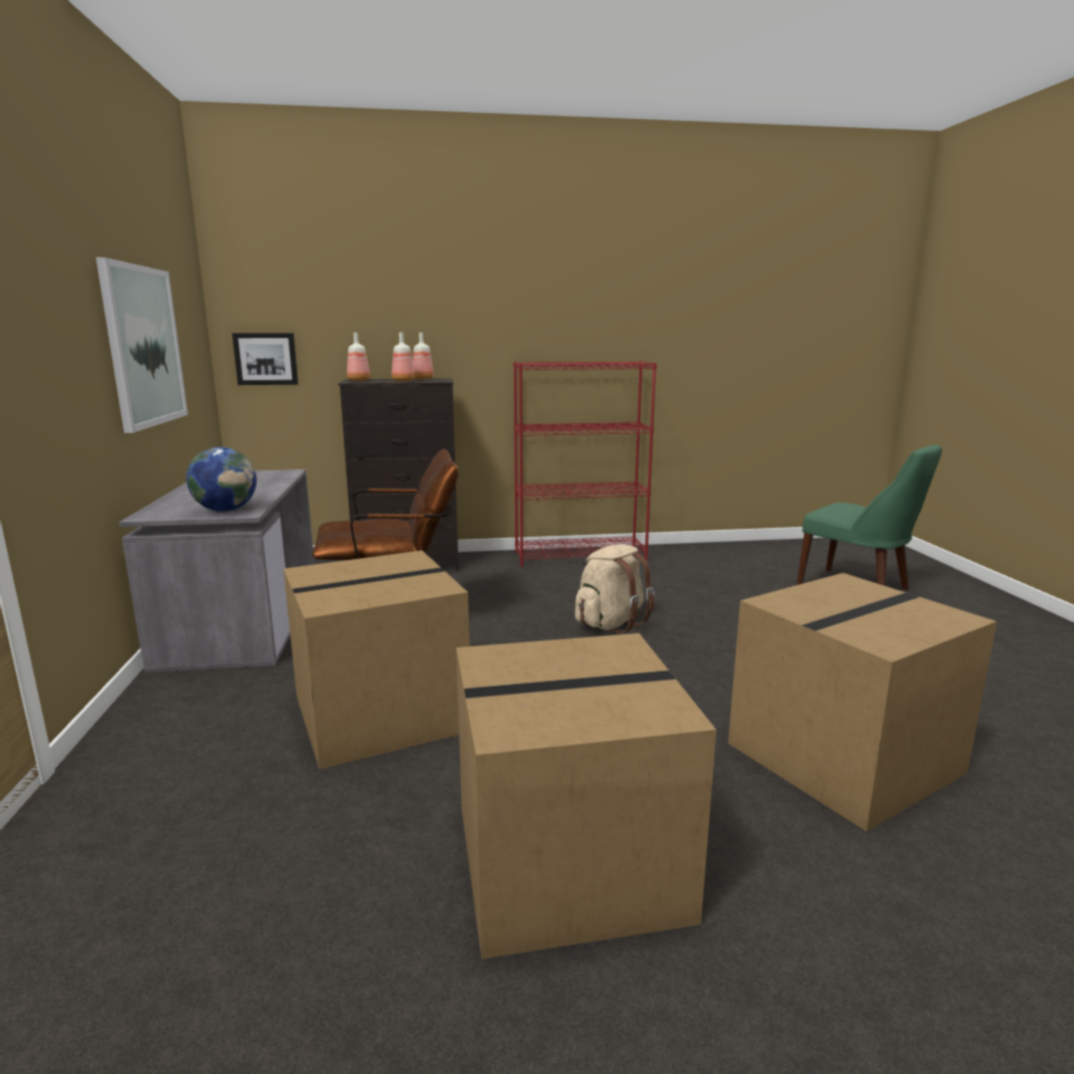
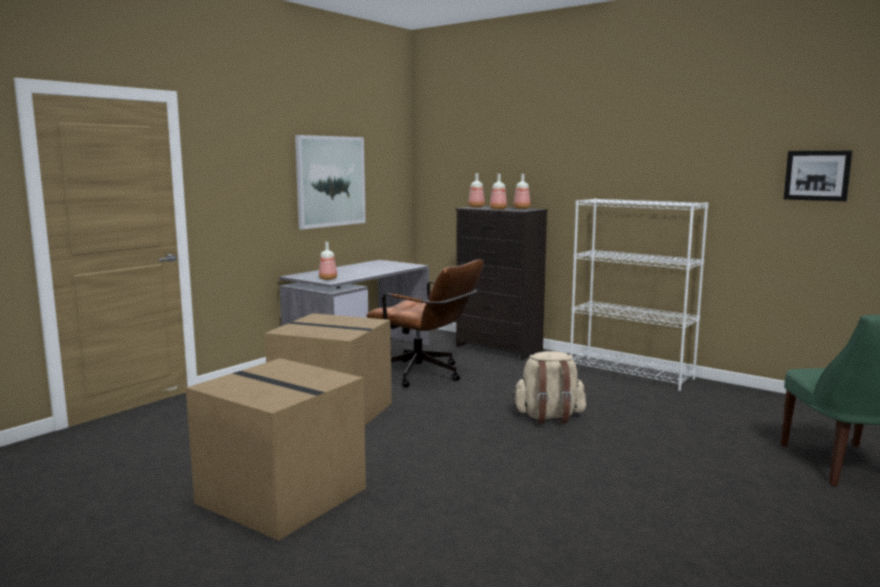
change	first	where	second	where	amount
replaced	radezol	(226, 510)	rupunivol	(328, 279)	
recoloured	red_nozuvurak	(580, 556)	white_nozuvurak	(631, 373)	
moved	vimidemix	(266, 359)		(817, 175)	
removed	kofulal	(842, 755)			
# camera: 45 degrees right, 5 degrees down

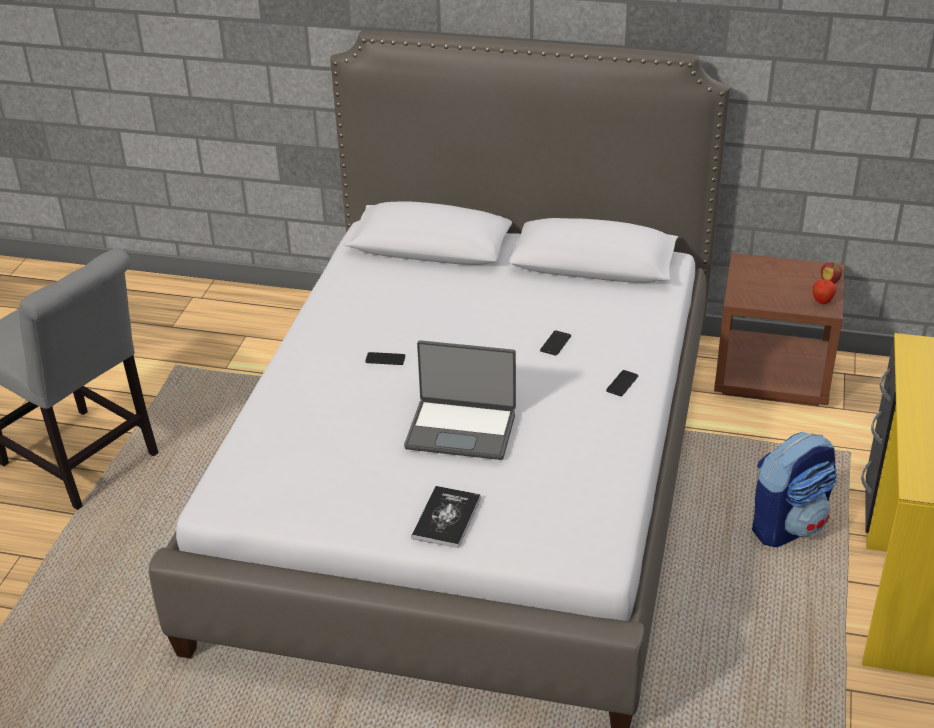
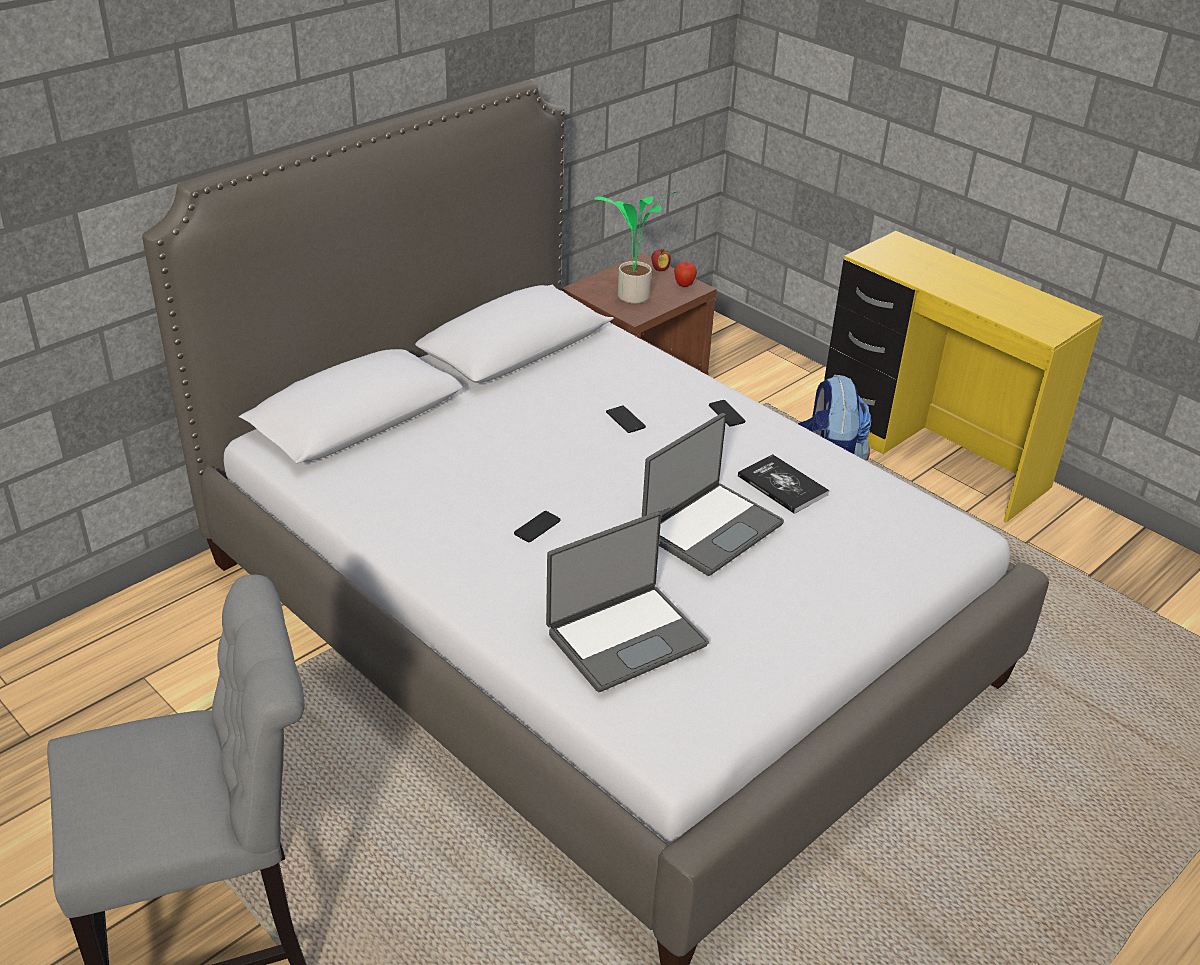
change	first	where	second	where	amount
added			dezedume	(625, 637)	
added			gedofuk	(632, 297)	
moved	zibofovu	(446, 518)		(782, 485)	
# camera: 60 degrees left, 0 degrees up

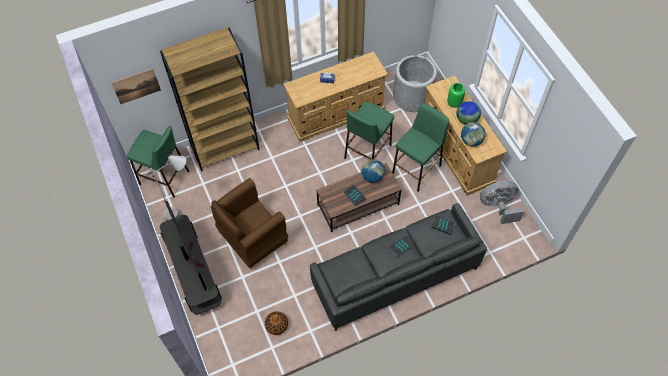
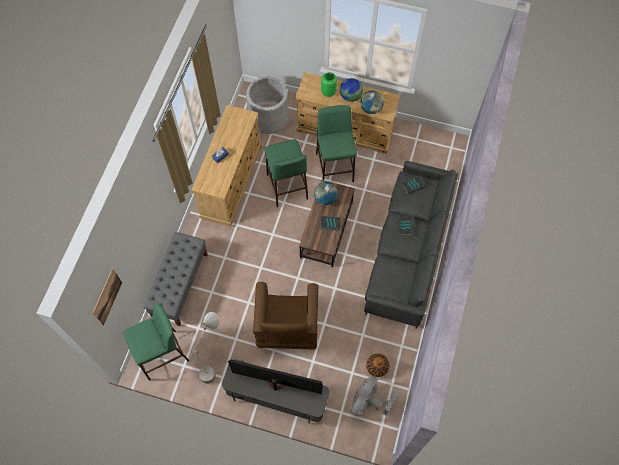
change	first	where	second	where	amount
replaced	brown_nozuvurak	(225, 148)	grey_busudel	(180, 285)	
moved	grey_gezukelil	(498, 207)		(368, 401)	
# camera: 50 degrees left, 5 degrees up

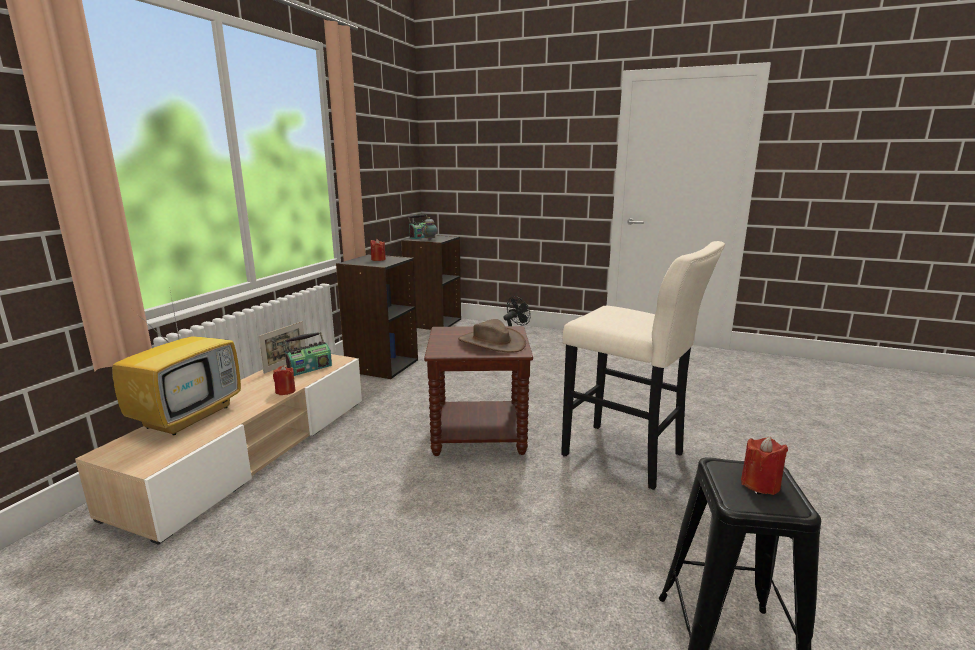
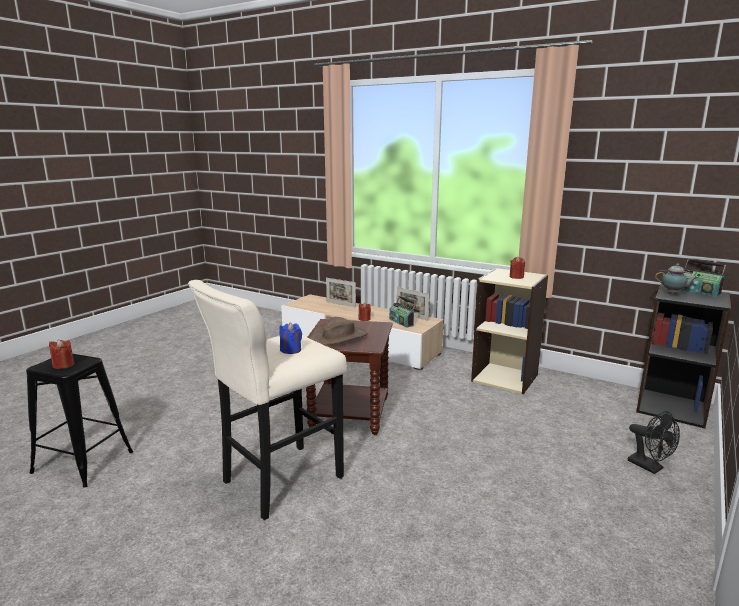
change	first	where	second	where	amount
added			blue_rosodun	(291, 350)	
replaced	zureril	(189, 416)	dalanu	(341, 304)	
recoloured	black_nozuvurak	(381, 365)	beige_nozuvurak	(505, 377)	
# camera: 100 degrees right, 0 degrees up

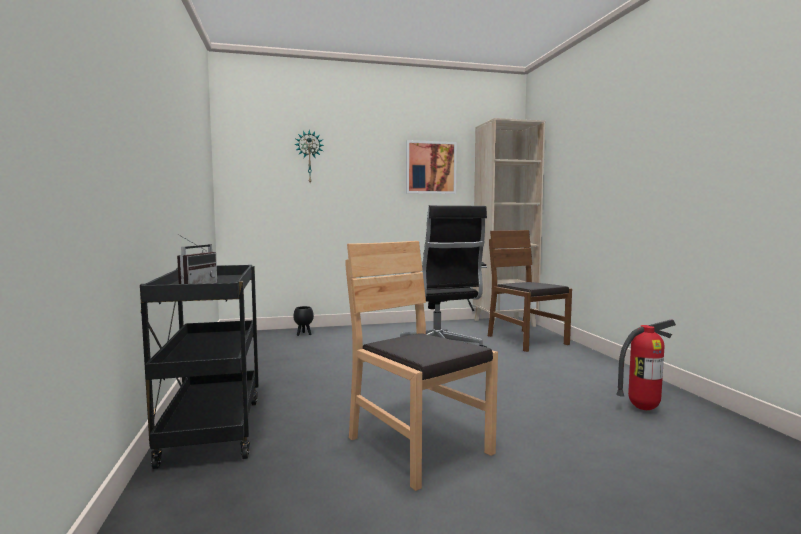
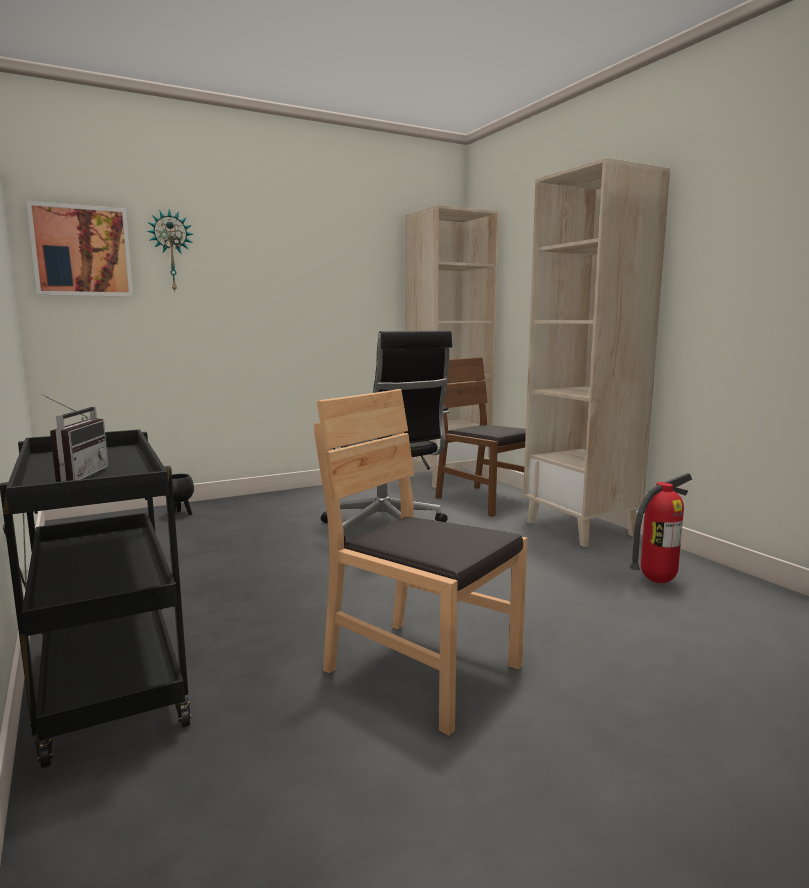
change	first	where	second	where	amount
moved	vimidemix	(430, 167)		(82, 251)	
added			beige_nozuvurak	(581, 528)	
# camera: 15 degrees left, 5 degrees up

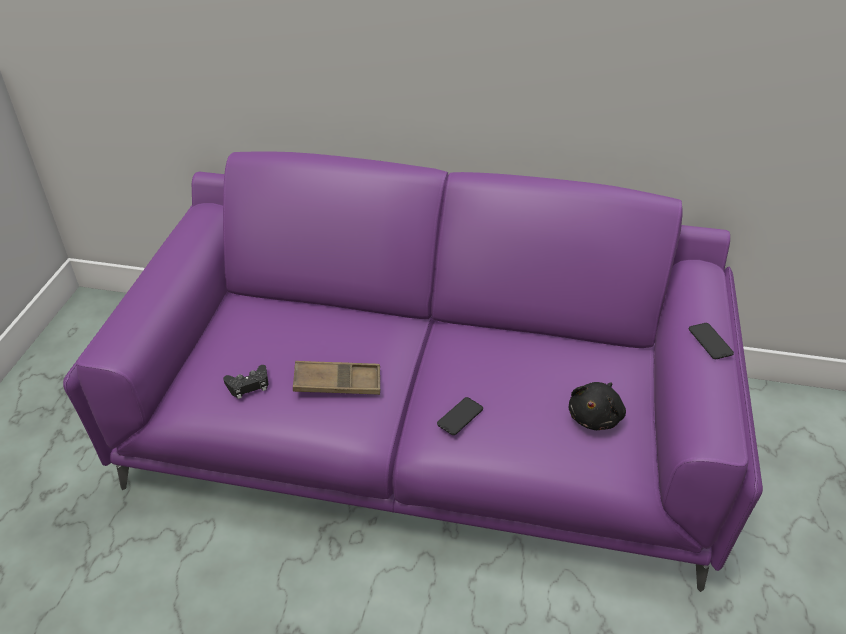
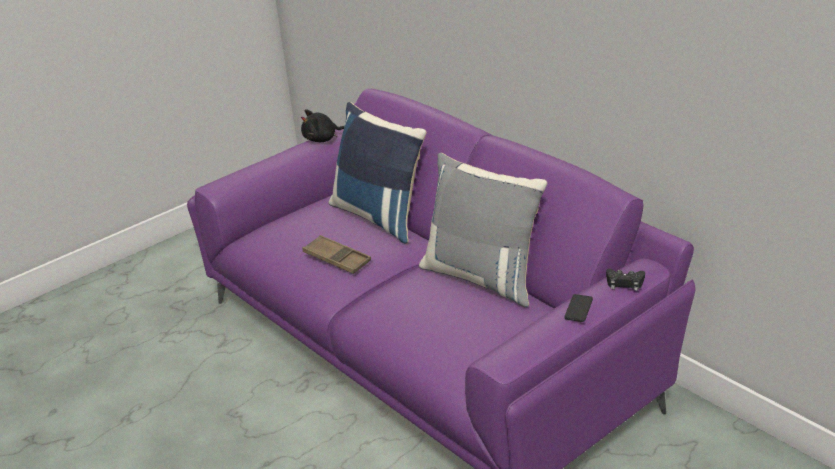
change	first	where	second	where	amount
moved	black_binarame	(595, 416)		(322, 139)	
added			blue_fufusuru	(381, 216)	
added			grey_fufusuru	(483, 277)	
moved	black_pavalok	(248, 385)		(624, 283)	
removed	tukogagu	(460, 416)			
# camera: 40 degrees right, 10 degrees down

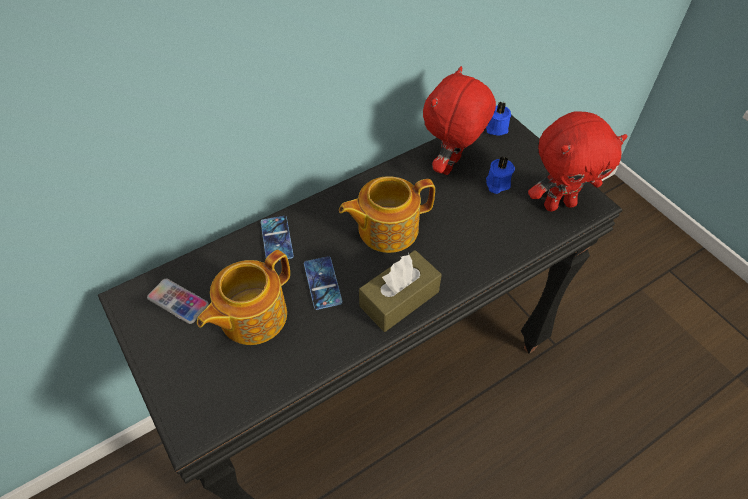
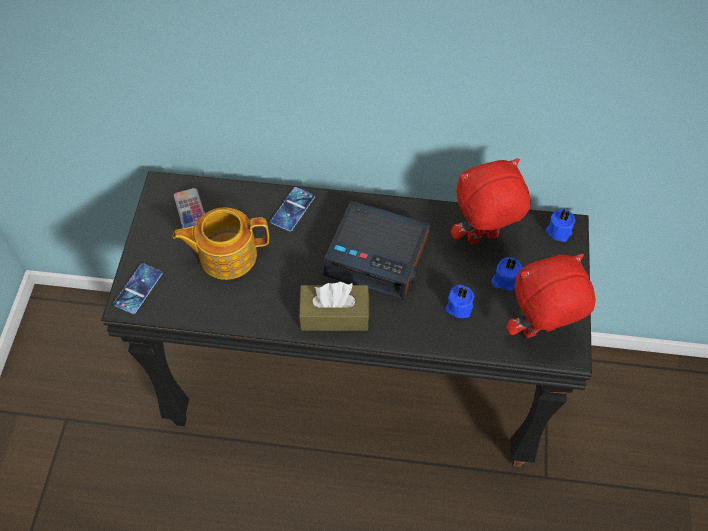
change	first	where	second	where	amount
moved	tukogagu	(322, 283)		(138, 288)	
replaced	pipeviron	(386, 228)	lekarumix	(378, 256)	
added			blue_rosodun	(459, 306)	
turned	red_binarame	(559, 204)		(539, 332)	135 degrees clockwise
# camera: 40 degrees right, 5 degrees up

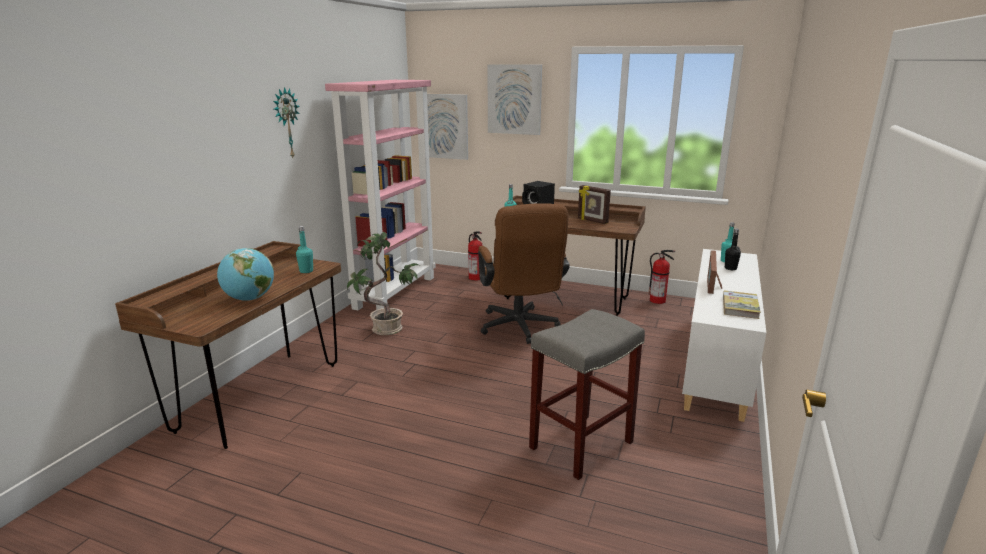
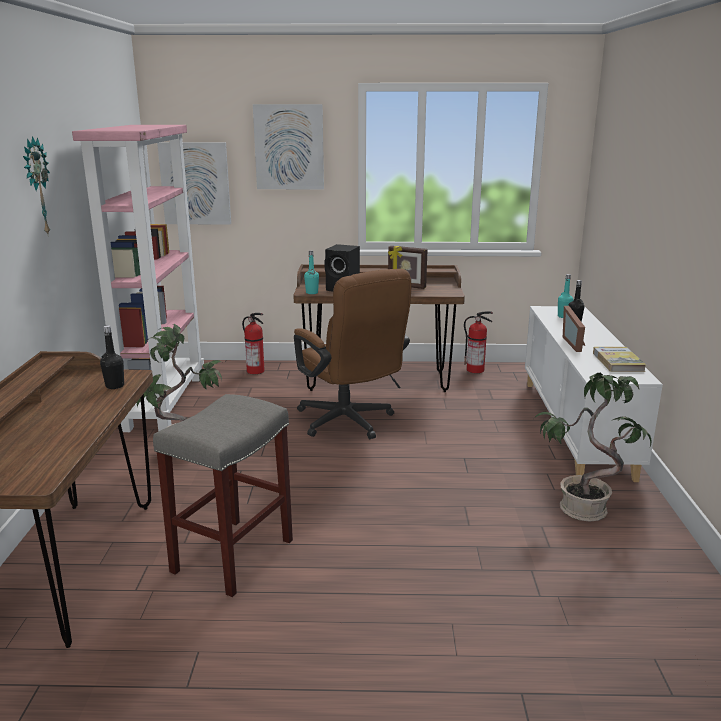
change	first	where	second	where	amount
recoloured	turquoise_rupunivol	(306, 271)	black_rupunivol	(115, 386)	
moved	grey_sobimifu	(581, 446)		(232, 557)	
added			gedofuk	(584, 508)	
removed	radezol	(249, 299)			
# camera: 20 degrees left, 0 degrees up

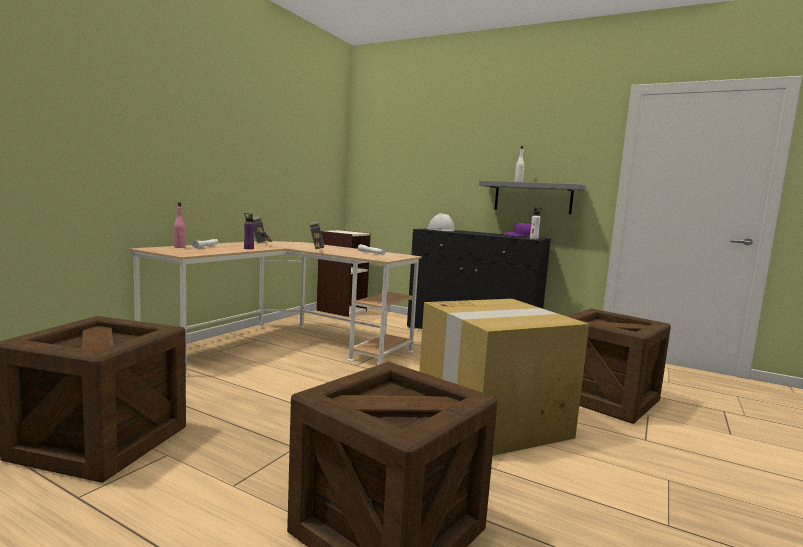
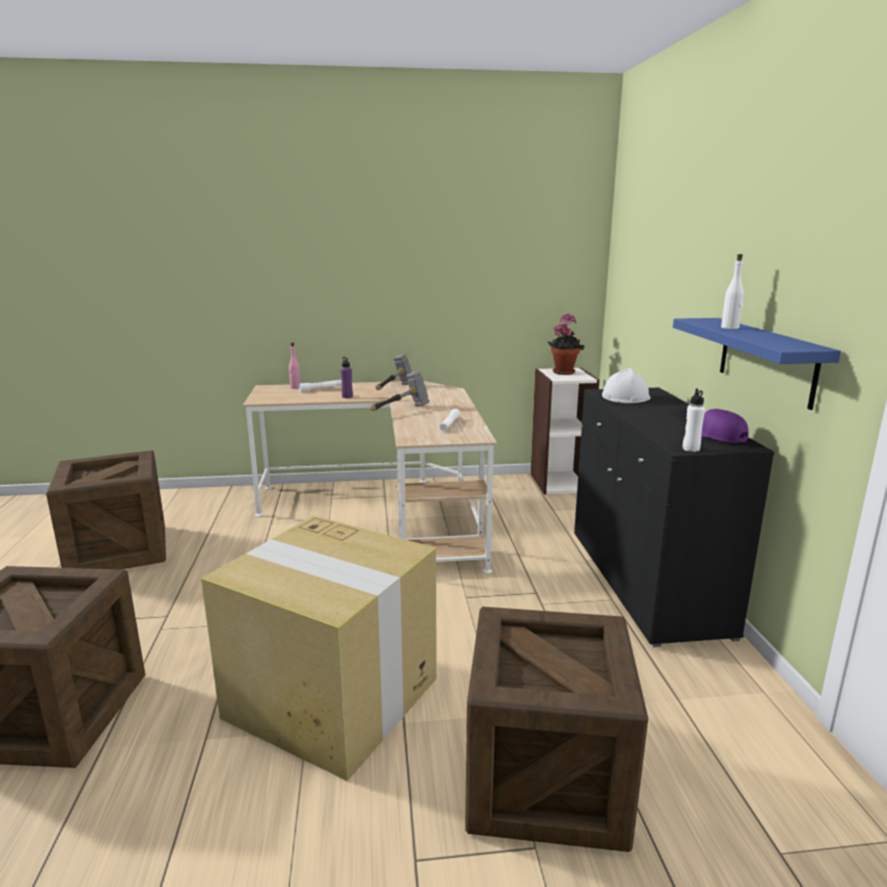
change	first	where	second	where	amount
added			gedofuk	(564, 372)	
recoloured	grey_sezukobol	(533, 197)	blue_sezukobol	(766, 360)	
# camera: 55 degrees right, 10 degrees up

